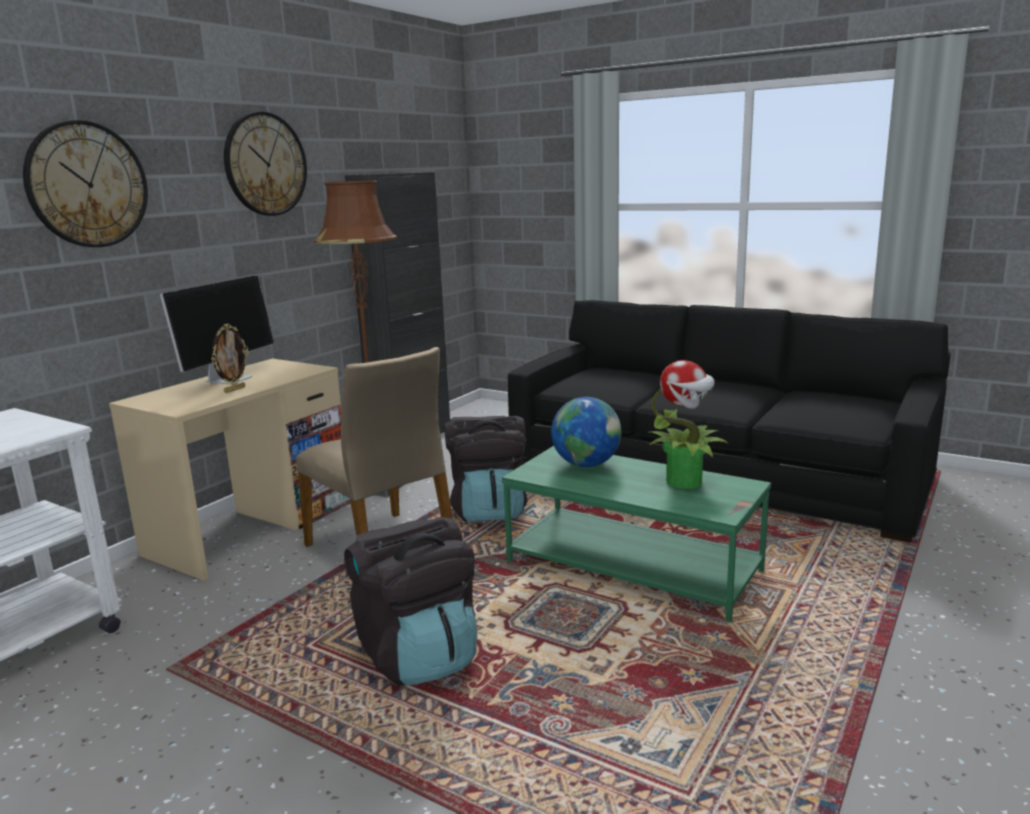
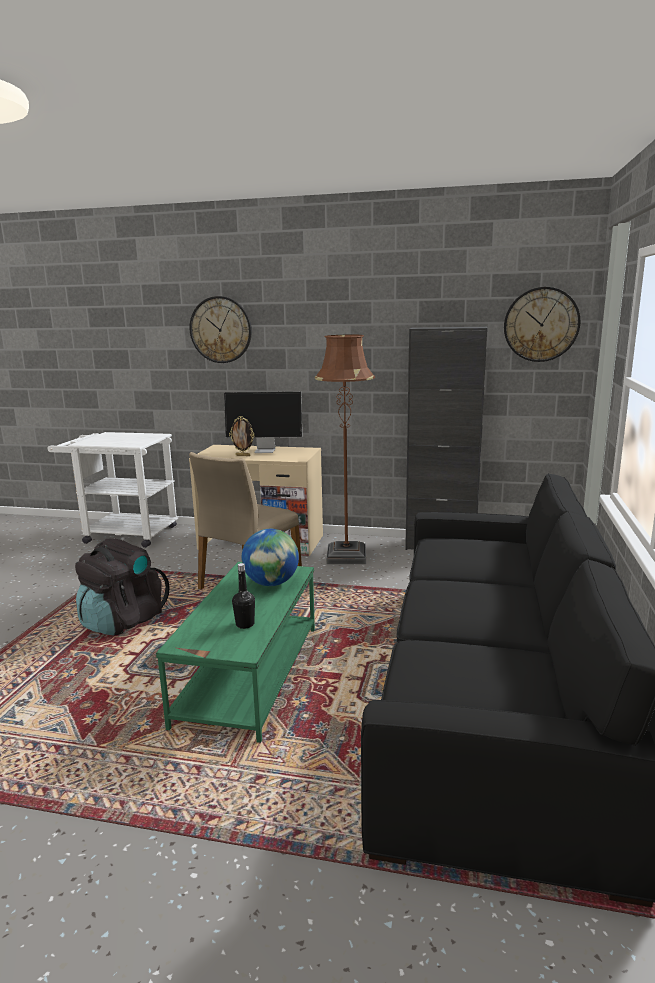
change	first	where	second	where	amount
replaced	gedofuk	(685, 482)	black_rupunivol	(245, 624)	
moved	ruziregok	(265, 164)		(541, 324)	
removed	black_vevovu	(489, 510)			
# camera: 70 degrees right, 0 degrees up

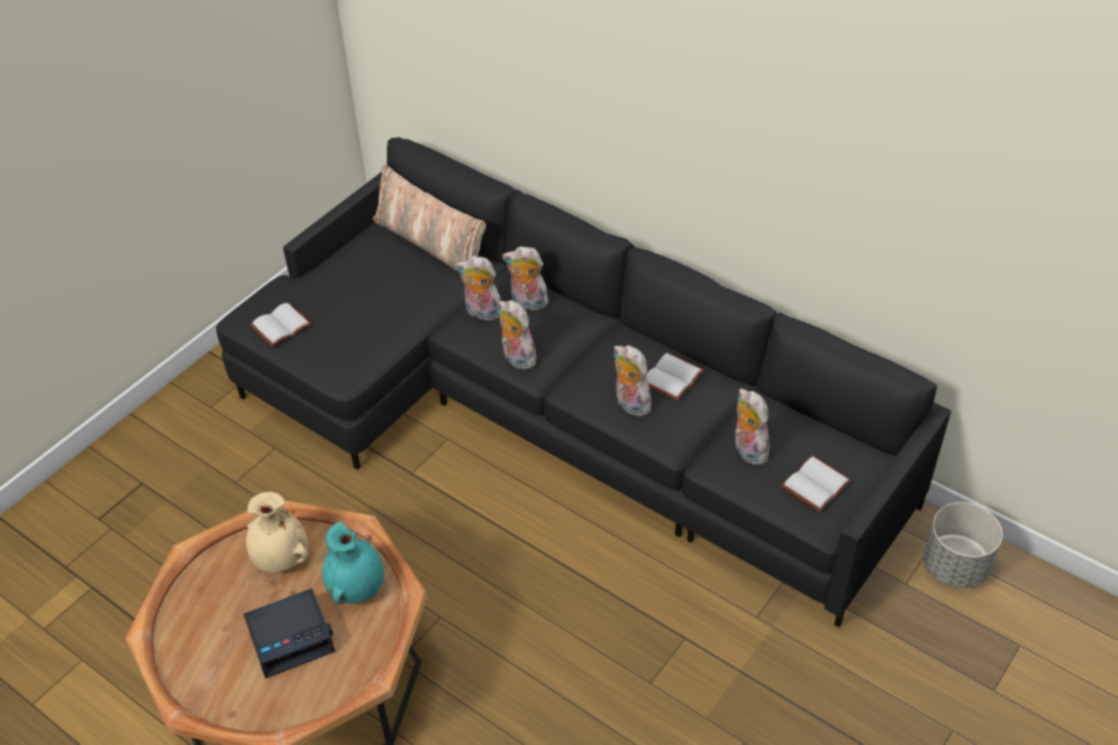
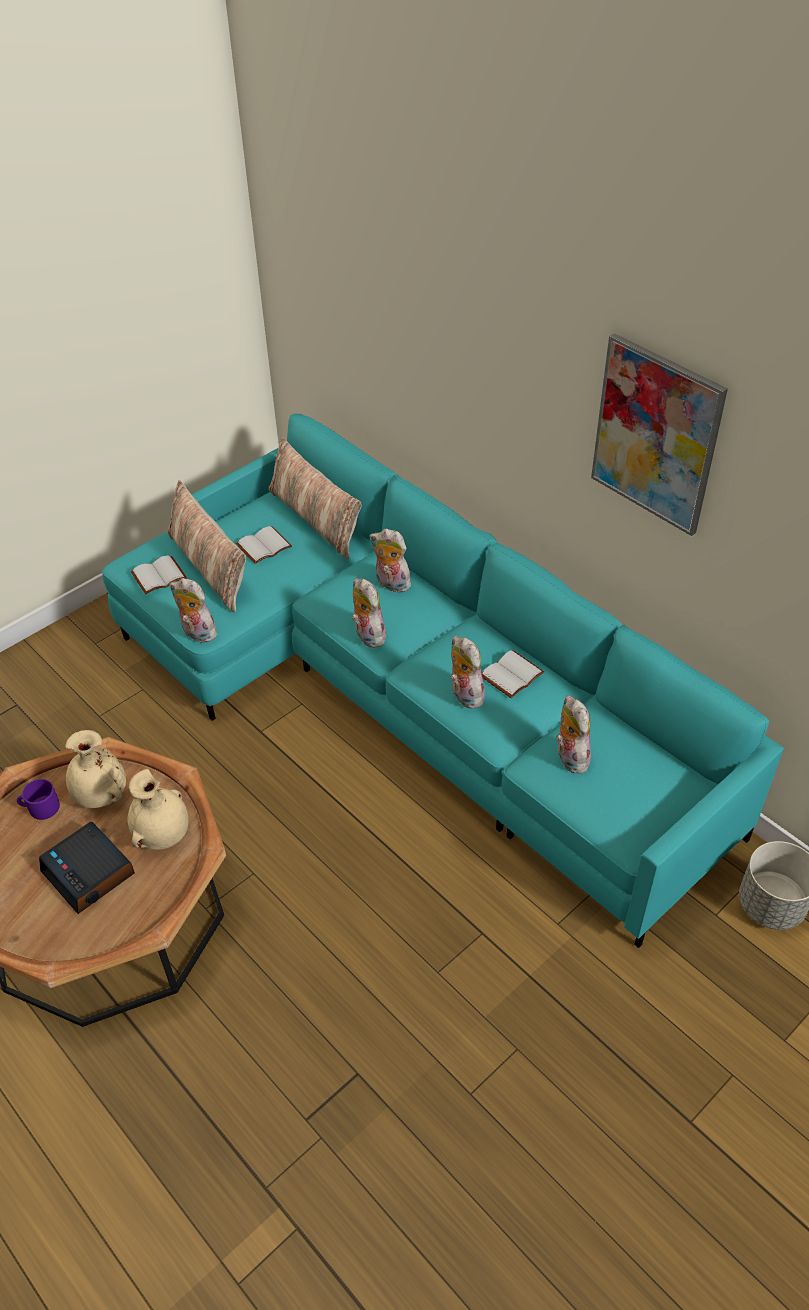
change	first	where	second	where	amount
added			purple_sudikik	(40, 807)	
turned	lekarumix	(291, 637)		(89, 873)	60 degrees clockwise
recoloured	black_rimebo	(555, 415)	turquoise_rimebo	(408, 695)	
recoloured	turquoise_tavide	(357, 588)	beige_tavide	(163, 835)	
added			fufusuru	(210, 567)	
moved	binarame	(481, 313)		(197, 633)	
moved	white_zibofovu	(815, 483)		(264, 545)	
added			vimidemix	(656, 435)	
# camera: 10 degrees right, 0 degrees up

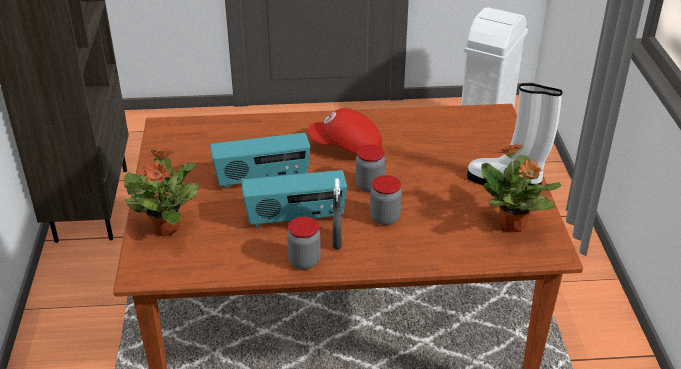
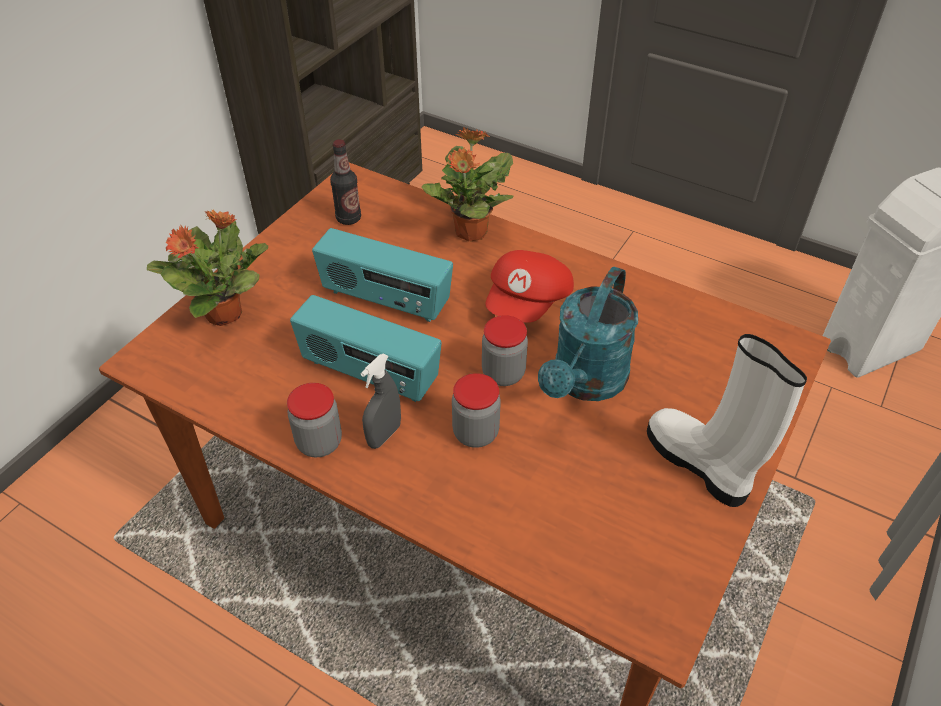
change	first	where	second	where	amount
added			rupunivol	(348, 218)	
moved	gedofuk	(512, 225)		(470, 233)	
turned	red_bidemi	(347, 147)		(528, 303)	105 degrees counterclockwise
added			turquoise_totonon	(585, 383)	
# camera: 35 degrees right, 10 degrees up

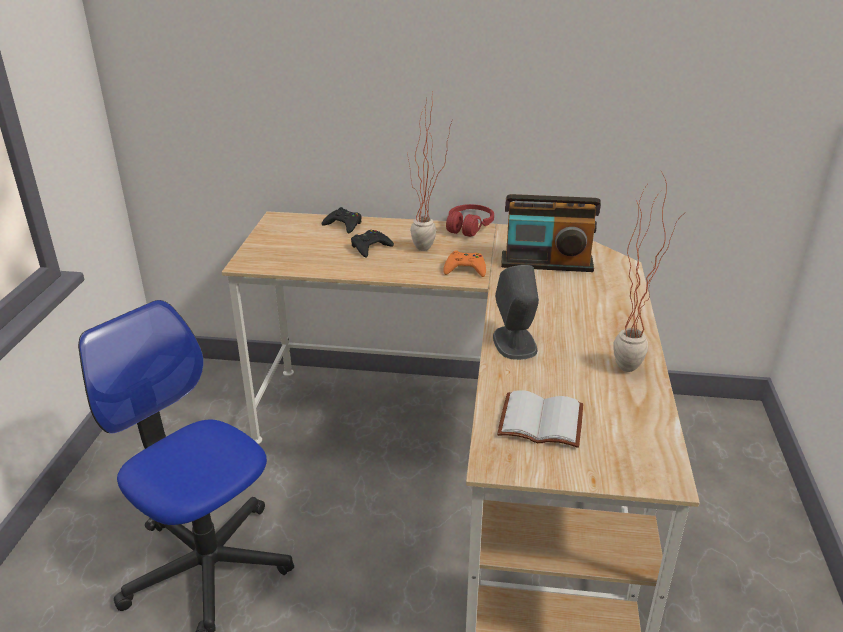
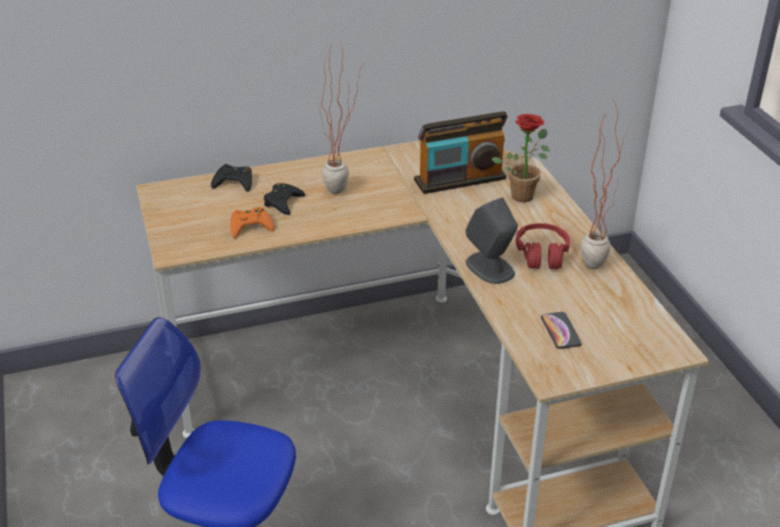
change	first	where	second	where	amount
moved	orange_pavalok	(465, 269)		(250, 226)	
added			gedofuk	(523, 193)	
moved	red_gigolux	(469, 227)		(542, 254)	
replaced	white_zibofovu	(542, 420)	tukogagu	(560, 331)	
# camera: 25 degrees left, 5 degrees up

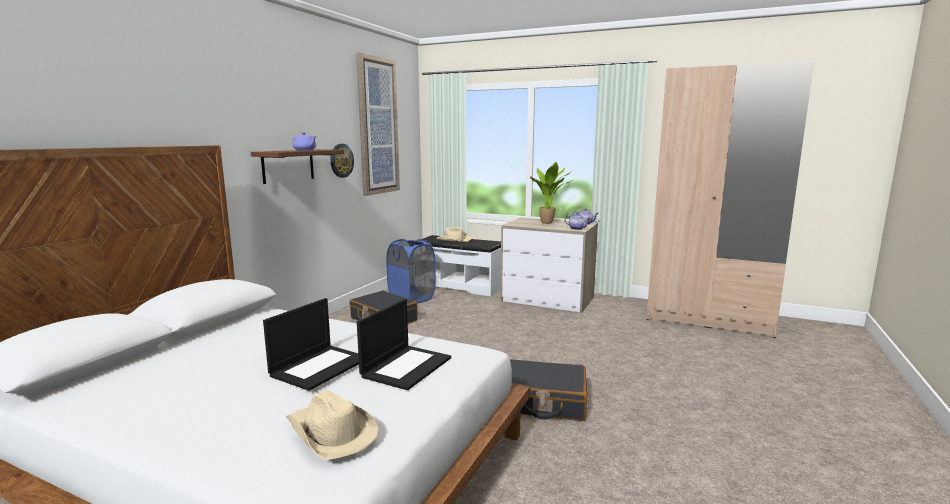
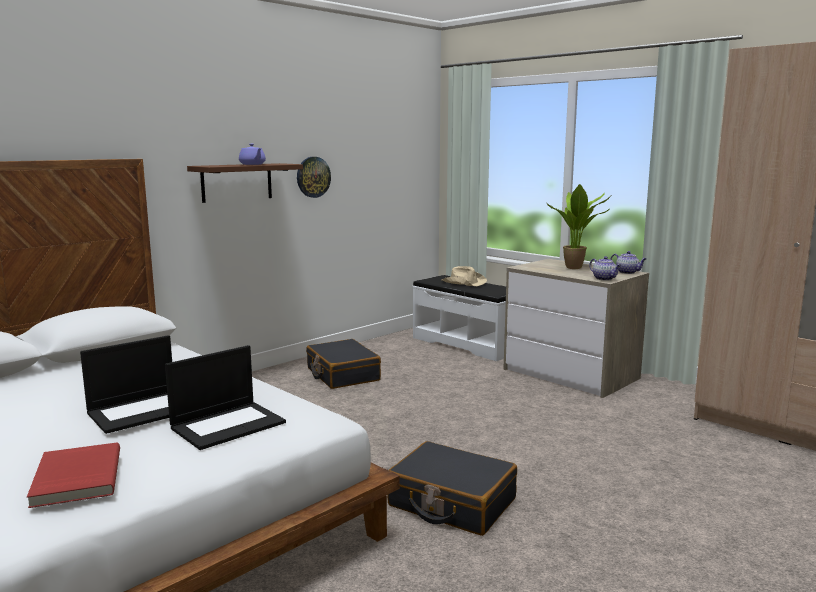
change	first	where	second	where	amount
replaced	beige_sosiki	(330, 432)	red_zibofovu	(75, 478)	
removed	vimidemix	(377, 126)			
removed	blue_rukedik	(412, 298)			
# camera: 20 degrees right, 0 degrees up

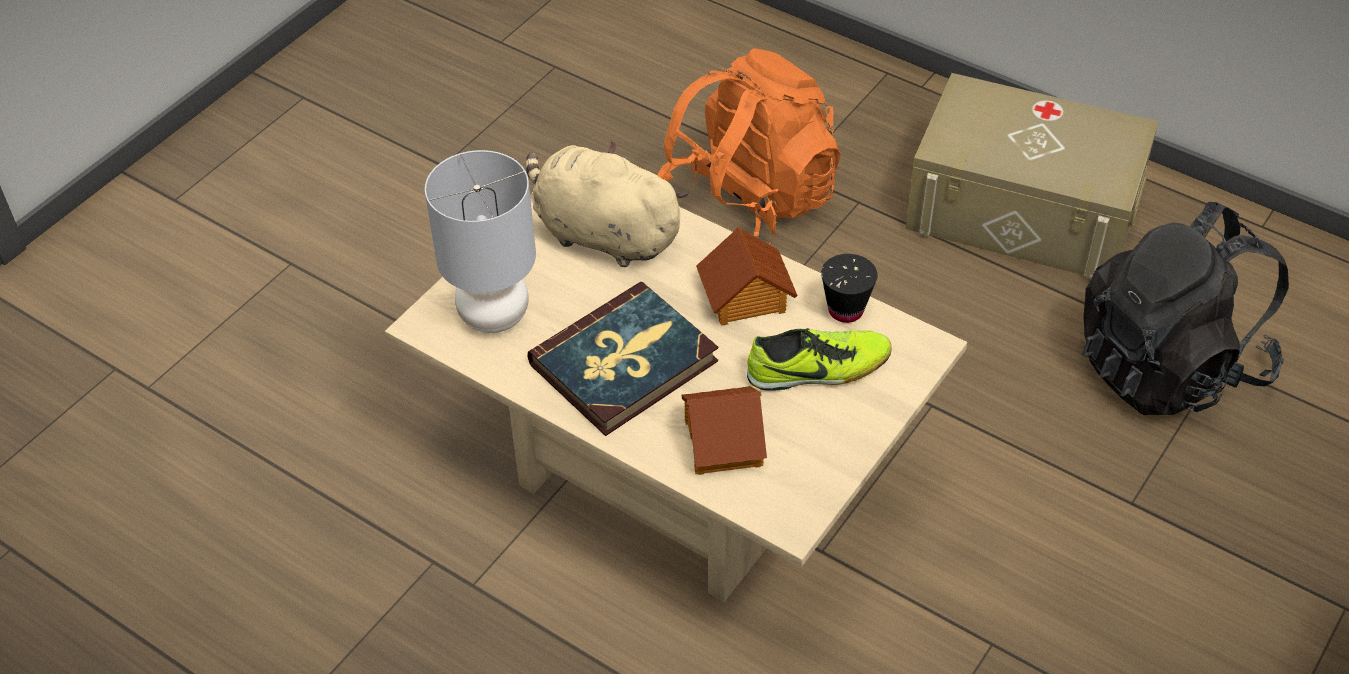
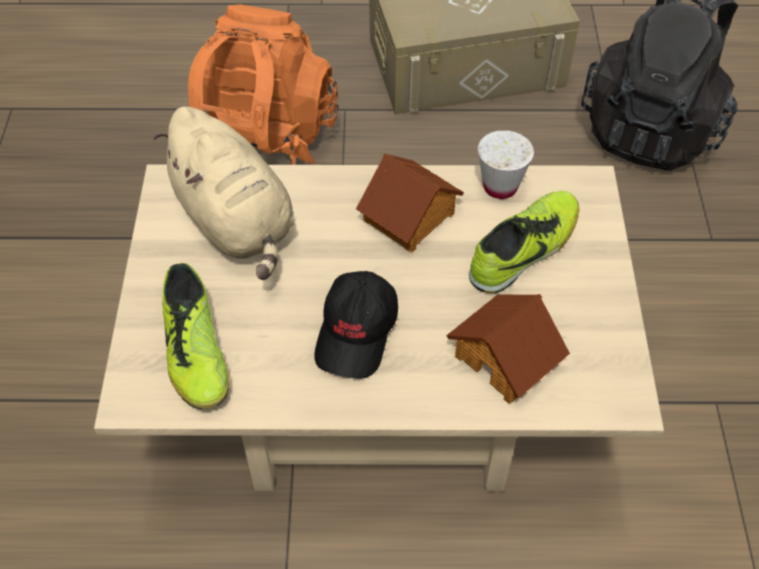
change	first	where	second	where	amount
turned	beige_binarame	(602, 234)		(236, 222)	120 degrees counterclockwise
replaced	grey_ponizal	(494, 314)	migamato	(195, 351)	
replaced	zibofovu	(624, 363)	black_bidemi	(357, 333)	
recoloured	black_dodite	(845, 310)	white_dodite	(500, 186)	
# camera: 35 degrees left, 5 degrees up

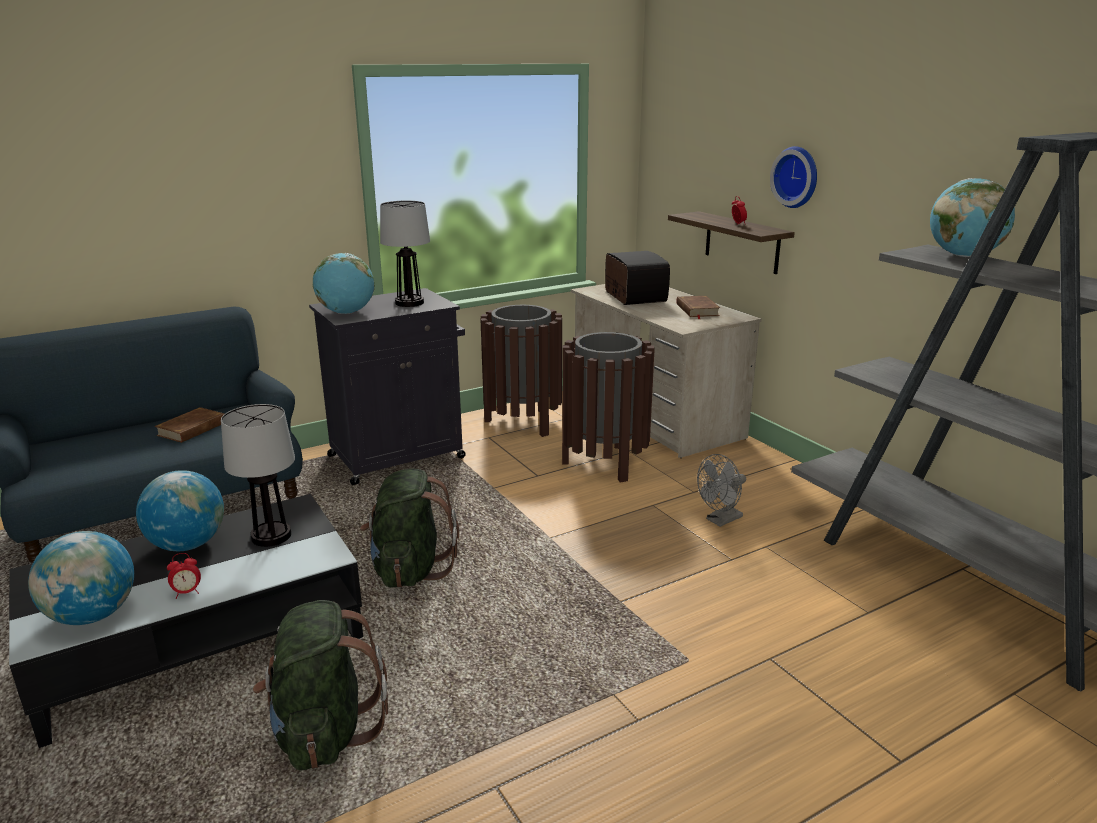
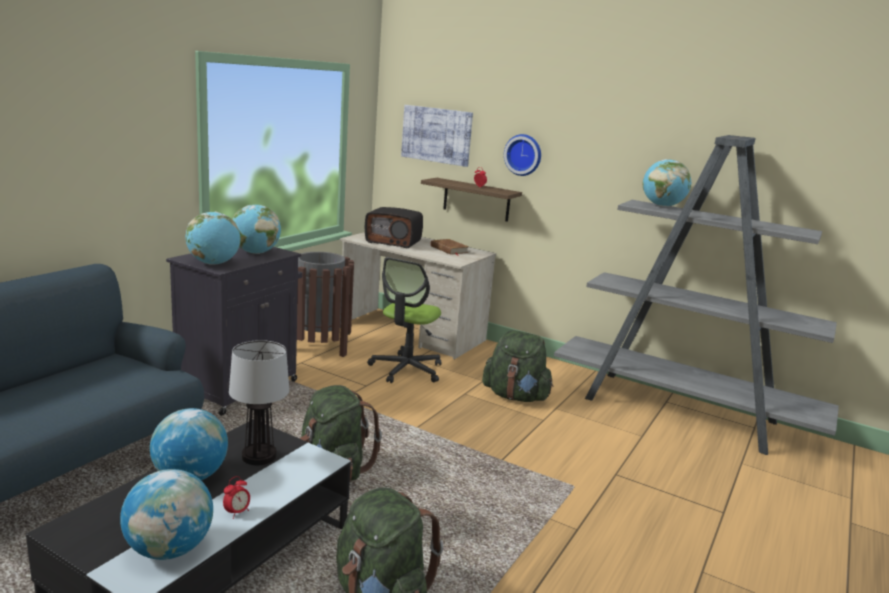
change	first	where	second	where	amount
replaced	ponizal	(409, 302)	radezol	(255, 253)	
turned	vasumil	(633, 296)		(394, 242)	150 degrees clockwise
replaced	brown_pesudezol	(605, 462)	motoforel	(406, 369)	
added			vimidemix	(436, 135)	
replaced	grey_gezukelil	(720, 520)	green_vevovu	(515, 396)	
removed	brown_zibofovu	(192, 429)			
# camera: 30 degrees left, 5 degrees down

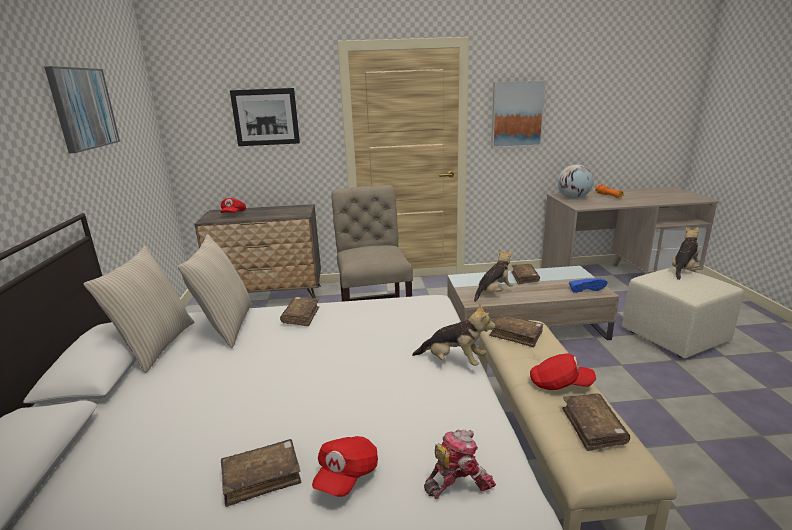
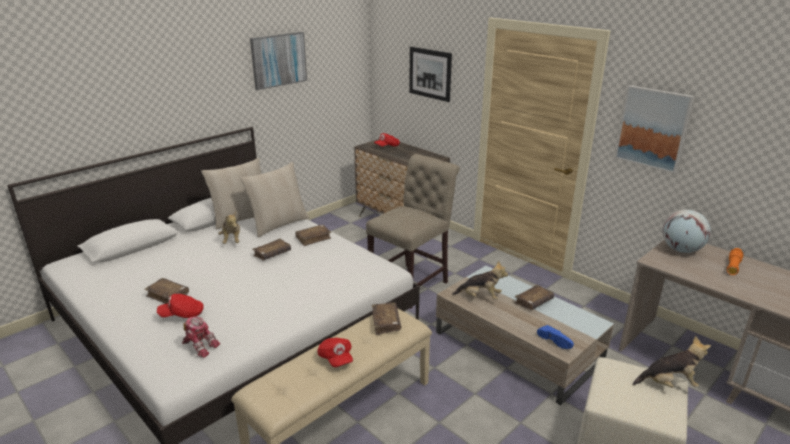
change	first	where	second	where	amount
moved	binarame	(454, 361)		(232, 240)	
moved	brown_zibofovu	(593, 427)		(272, 254)	
# camera: 50 degrees right, 5 degrees up

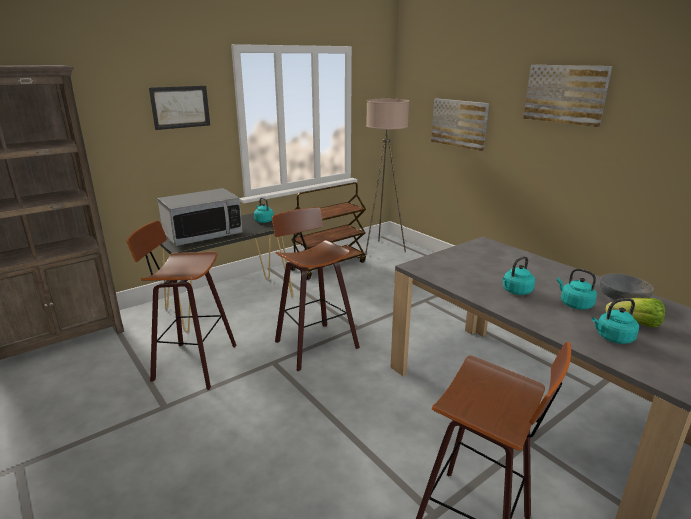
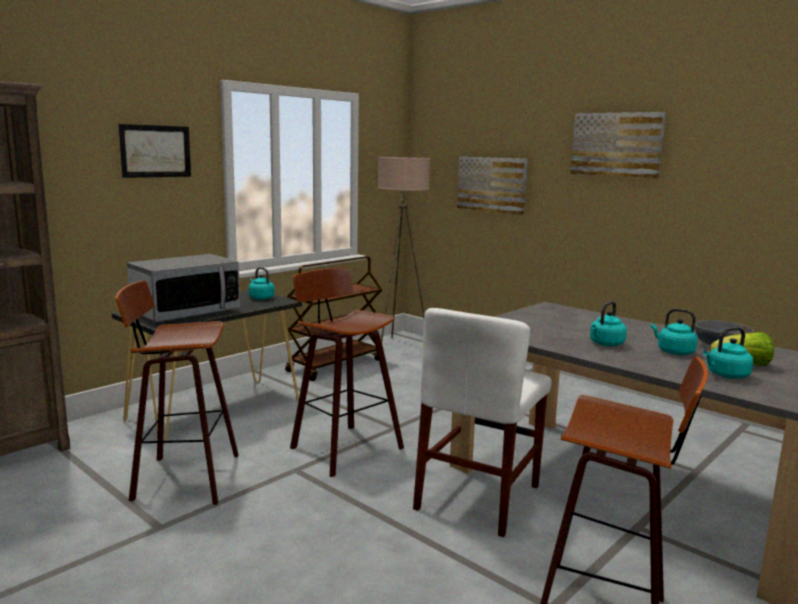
change	first	where	second	where	amount
added			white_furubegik	(478, 497)	
# camera: 10 degrees left, 10 degrees down

